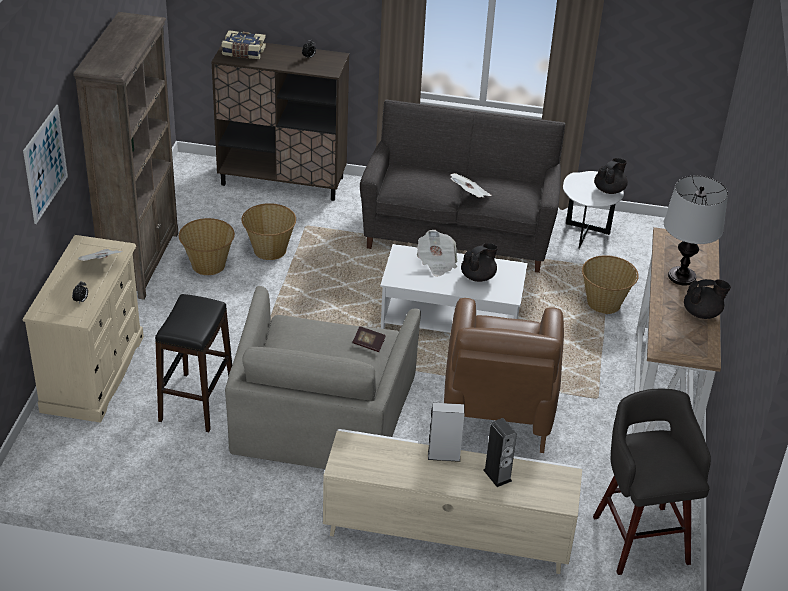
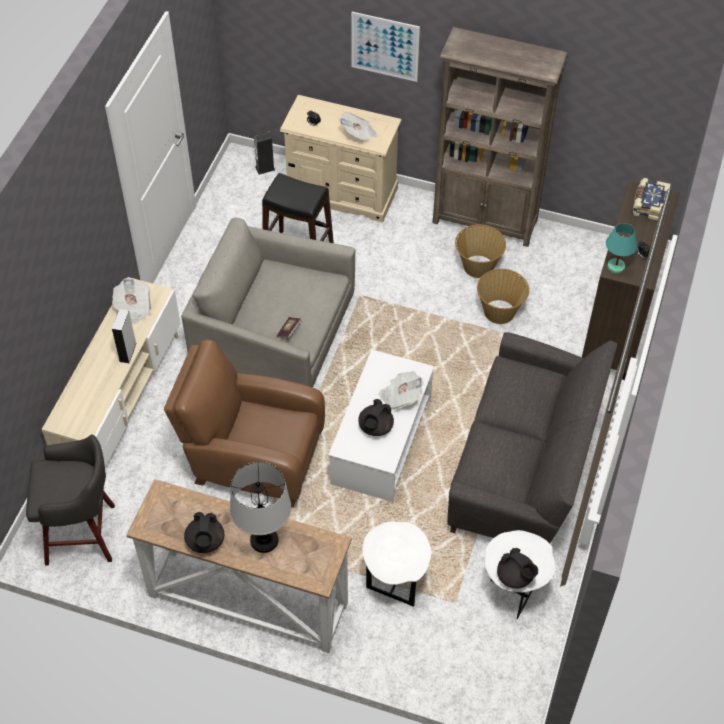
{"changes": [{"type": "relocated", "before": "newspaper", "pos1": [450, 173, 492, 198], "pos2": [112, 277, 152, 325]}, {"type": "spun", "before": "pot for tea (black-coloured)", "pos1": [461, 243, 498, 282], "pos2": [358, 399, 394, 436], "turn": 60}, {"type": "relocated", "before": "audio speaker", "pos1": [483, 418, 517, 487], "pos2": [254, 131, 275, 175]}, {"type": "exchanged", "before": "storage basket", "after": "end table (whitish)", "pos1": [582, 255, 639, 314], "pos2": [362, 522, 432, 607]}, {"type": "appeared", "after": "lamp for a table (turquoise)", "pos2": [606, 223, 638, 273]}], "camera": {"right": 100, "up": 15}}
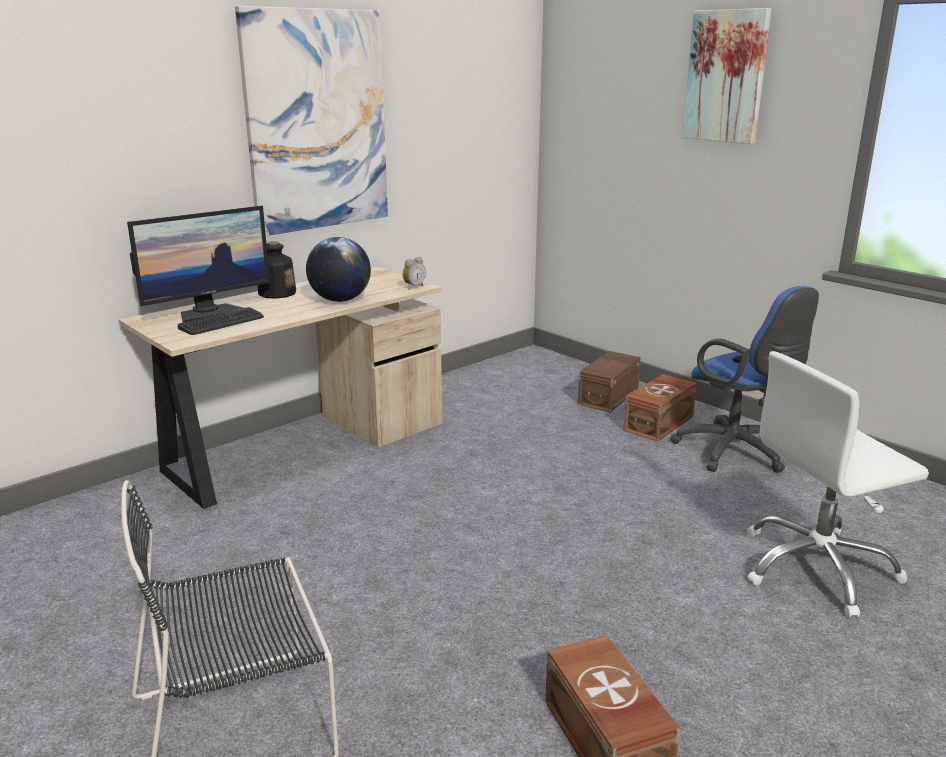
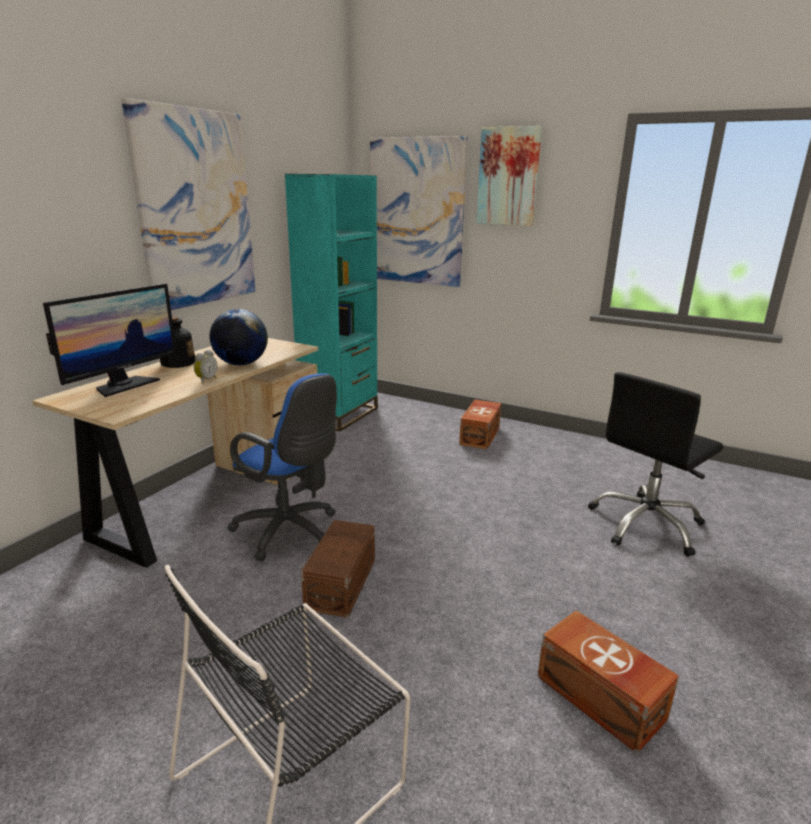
{"changes": [{"type": "missing", "before": "computer keyboard", "pos1": [177, 307, 264, 335]}, {"type": "relocated", "before": "bedside clock", "pos1": [403, 257, 426, 290], "pos2": [194, 350, 217, 384]}, {"type": "relocated", "before": "storage container (brownish)", "pos1": [578, 351, 641, 412], "pos2": [301, 520, 375, 618]}, {"type": "relocated", "before": "desk chair (blue-coloured)", "pos1": [671, 286, 819, 473], "pos2": [227, 373, 337, 561]}, {"type": "colour", "before": "desk chair (whitish)", "after": "desk chair (black-coloured)", "pos1": [747, 351, 929, 617], "pos2": [588, 372, 724, 557]}, {"type": "appeared", "after": "bookcase (turquoise)", "pos2": [285, 174, 378, 432]}, {"type": "appeared", "after": "wall art", "pos2": [370, 136, 468, 287]}], "camera": {"right": -20, "up": 0}}
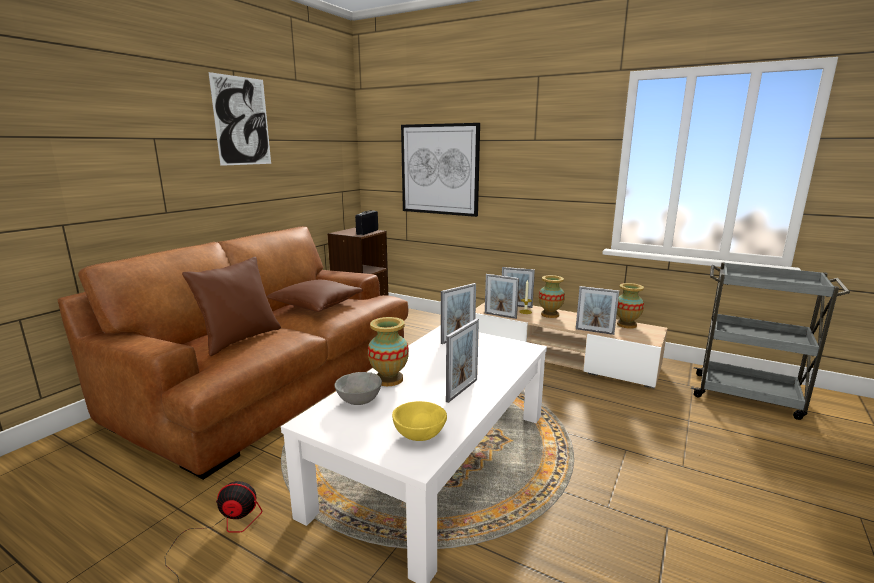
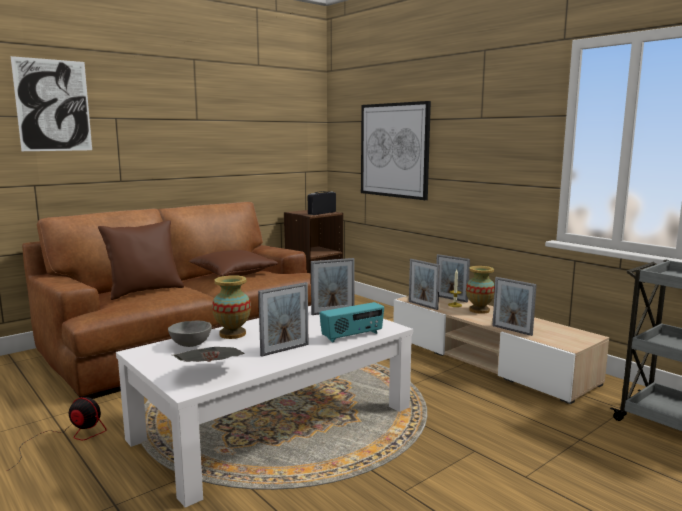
{"changes": [{"type": "relocated", "before": "wall art", "pos1": [208, 72, 271, 166], "pos2": [11, 56, 92, 151]}, {"type": "exchanged", "before": "bowl (yellow)", "after": "newspaper", "pos1": [392, 401, 447, 441], "pos2": [173, 347, 245, 362]}, {"type": "missing", "before": "vase", "pos1": [617, 283, 644, 329]}, {"type": "appeared", "after": "radio set", "pos2": [320, 302, 384, 343]}], "camera": {"right": 20, "up": -5}}
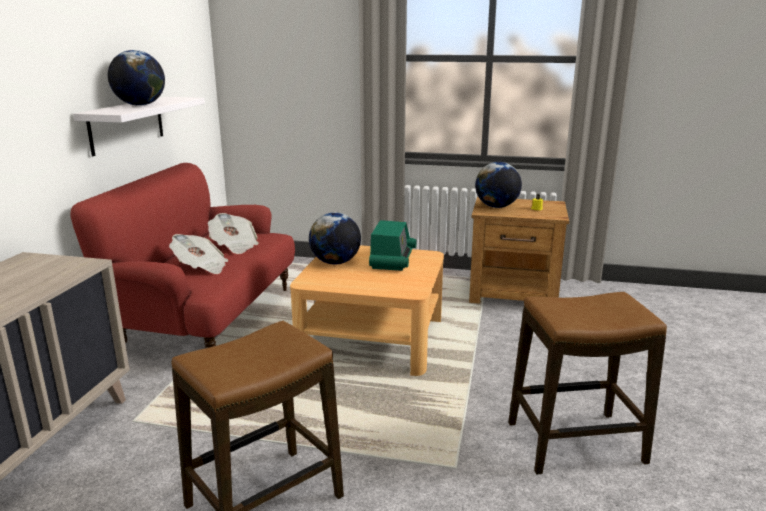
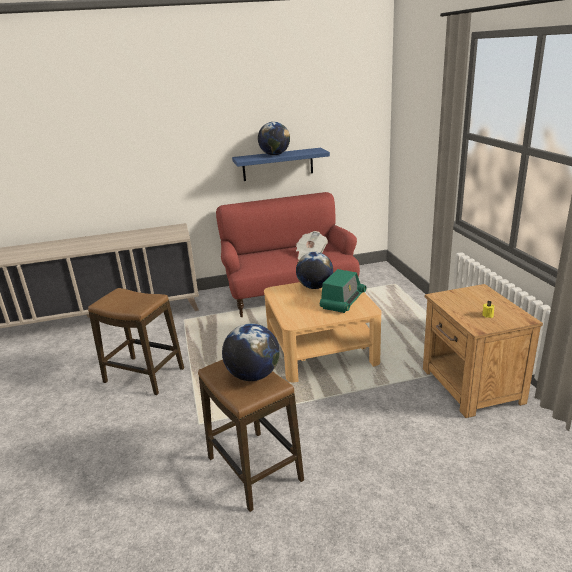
{"changes": [{"type": "colour", "before": "bracket shelf (whitish)", "after": "bracket shelf (blue-coloured)", "pos1": [73, 97, 205, 156], "pos2": [232, 148, 330, 181]}, {"type": "missing", "before": "newspaper", "pos1": [169, 234, 228, 274]}, {"type": "spun", "before": "radio set", "pos1": [369, 220, 417, 271], "pos2": [320, 269, 366, 313], "turn": -45}, {"type": "relocated", "before": "world globe", "pos1": [475, 162, 522, 208], "pos2": [222, 323, 280, 381]}], "camera": {"right": 65, "up": 5}}
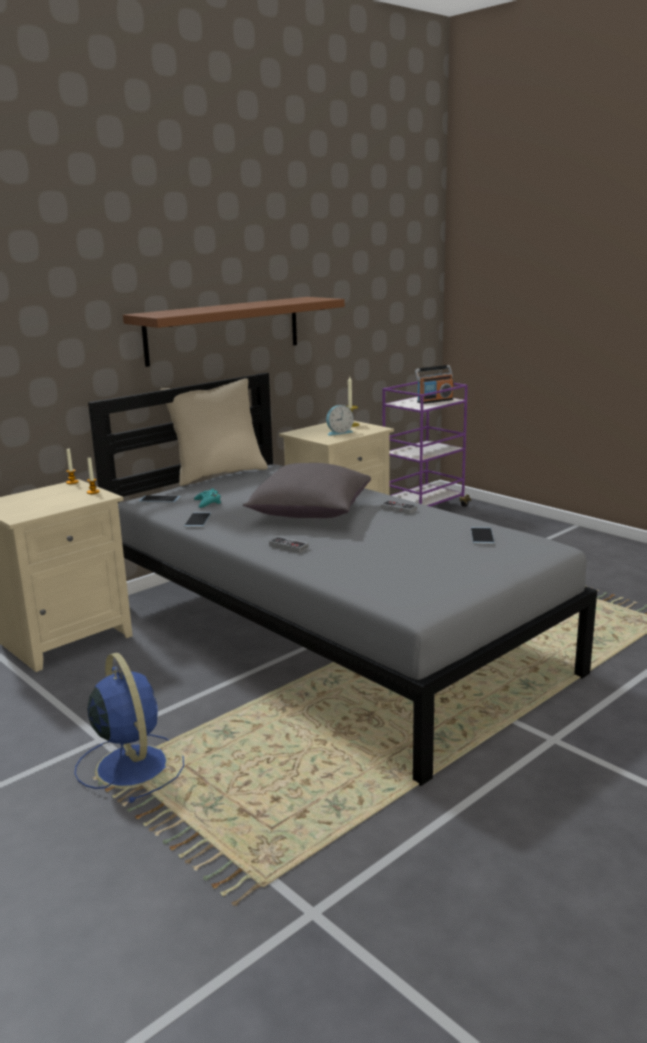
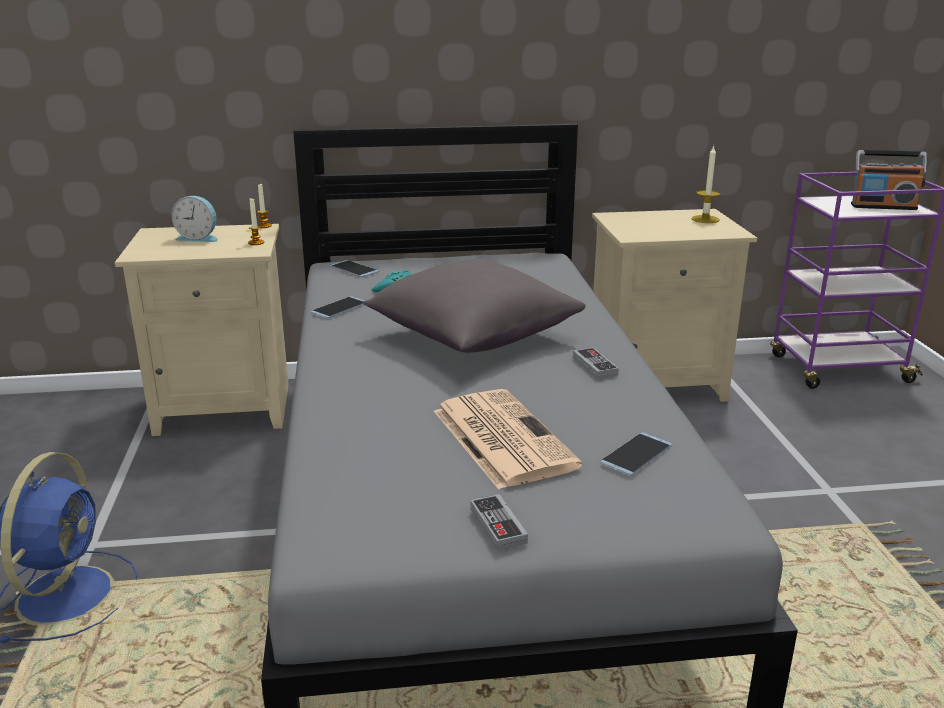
{"changes": [{"type": "missing", "before": "bracket shelf (brownish)", "pos1": [123, 297, 345, 367]}, {"type": "missing", "before": "throw pillow (beige)", "pos1": [160, 378, 268, 486]}, {"type": "relocated", "before": "game controller", "pos1": [269, 536, 309, 553], "pos2": [470, 494, 528, 550]}, {"type": "relocated", "before": "bedside clock", "pos1": [326, 405, 354, 436], "pos2": [172, 196, 218, 242]}, {"type": "appeared", "after": "newspaper", "pos2": [434, 389, 582, 489]}], "camera": {"right": 35, "up": 5}}
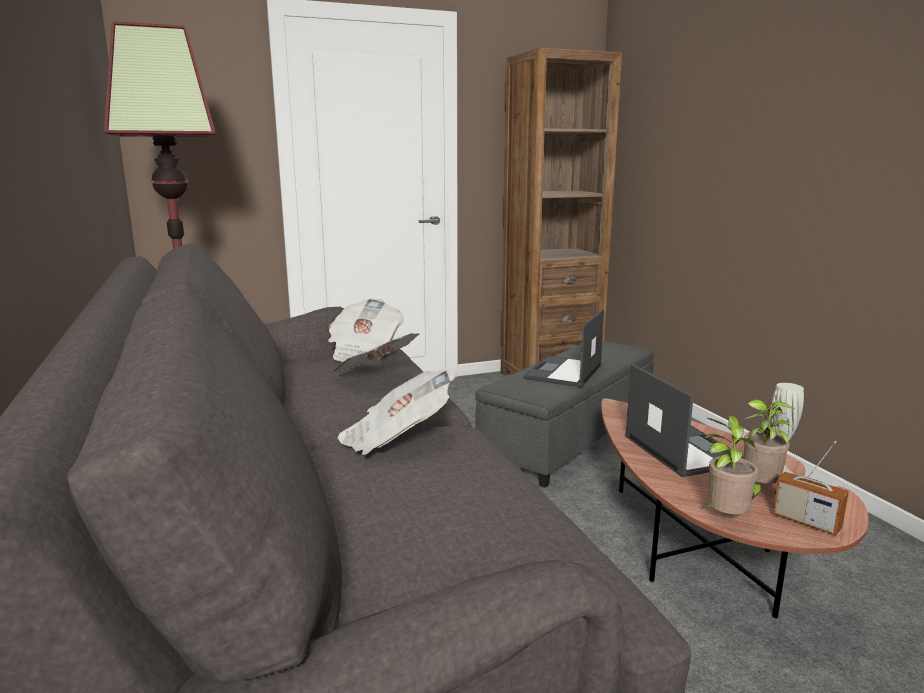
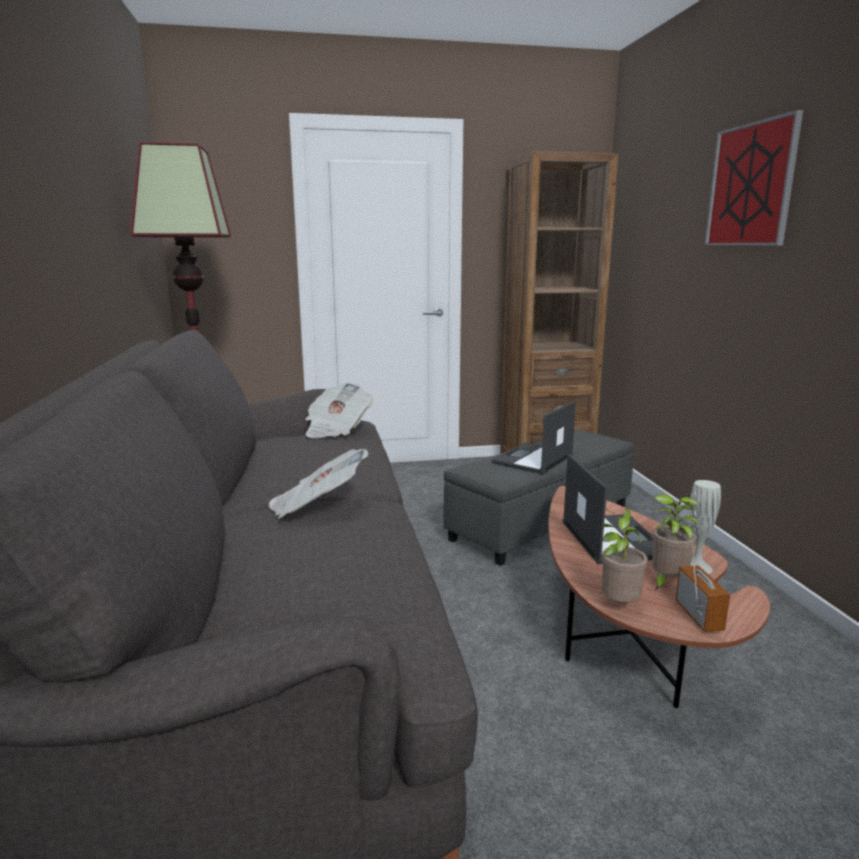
{"changes": [{"type": "missing", "before": "newspaper", "pos1": [330, 333, 420, 373]}, {"type": "spun", "before": "radio set", "pos1": [772, 441, 849, 536], "pos2": [675, 535, 730, 632], "turn": -150}, {"type": "appeared", "after": "wall art", "pos2": [704, 110, 803, 246]}], "camera": {"right": 10, "up": 0}}
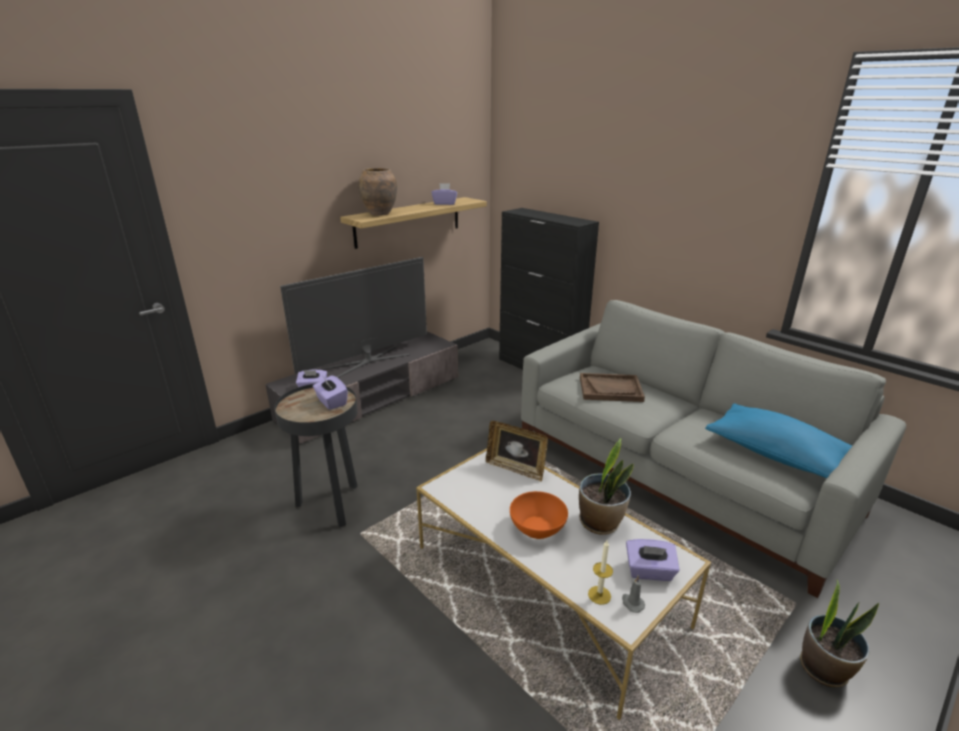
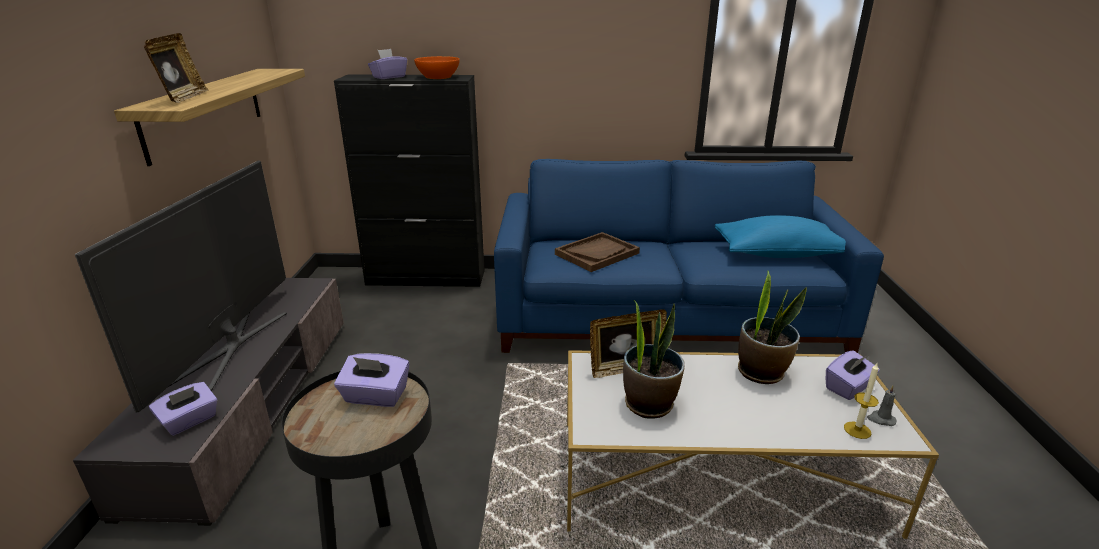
{"changes": [{"type": "exchanged", "before": "vase (brownish)", "after": "standing frame", "pos1": [359, 168, 397, 216], "pos2": [144, 33, 208, 103]}, {"type": "relocated", "before": "tissue box (purple-coloured)", "pos1": [431, 183, 457, 205], "pos2": [368, 49, 407, 79]}, {"type": "relocated", "before": "bowl (orange-coloured)", "pos1": [510, 491, 568, 539], "pos2": [414, 56, 460, 79]}, {"type": "colour", "before": "sofa (gray)", "after": "sofa (blue-coloured)", "pos1": [521, 300, 906, 598], "pos2": [494, 159, 884, 353]}, {"type": "relocated", "before": "potted plant", "pos1": [800, 580, 879, 687], "pos2": [623, 300, 685, 419]}], "camera": {"right": -45, "up": 0}}
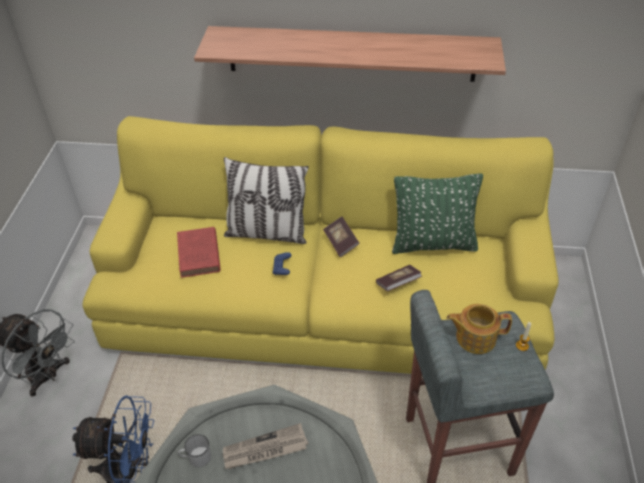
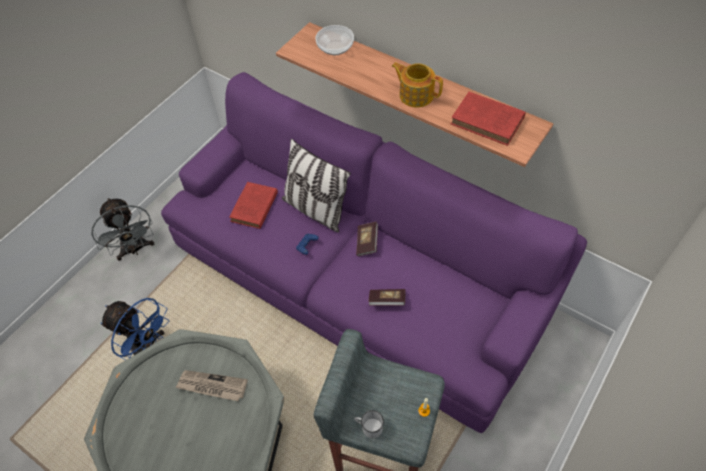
{"changes": [{"type": "colour", "before": "sofa (yellow)", "after": "sofa (purple-coloured)", "pos1": [83, 116, 558, 374], "pos2": [161, 72, 587, 433]}, {"type": "relocated", "before": "tea mug (whitish)", "pos1": [178, 434, 211, 467], "pos2": [355, 410, 384, 439]}, {"type": "missing", "before": "throw pillow (green)", "pos1": [392, 173, 483, 254]}, {"type": "relocated", "before": "pot for tea", "pos1": [447, 304, 512, 354], "pos2": [392, 63, 443, 107]}, {"type": "appeared", "after": "bowl", "pos2": [315, 25, 354, 55]}, {"type": "appeared", "after": "volume (reddish)", "pos2": [451, 92, 526, 146]}], "camera": {"right": 30, "up": 10}}
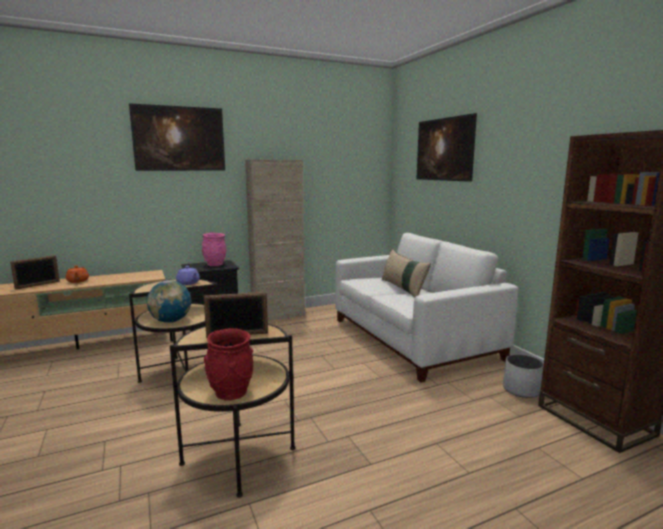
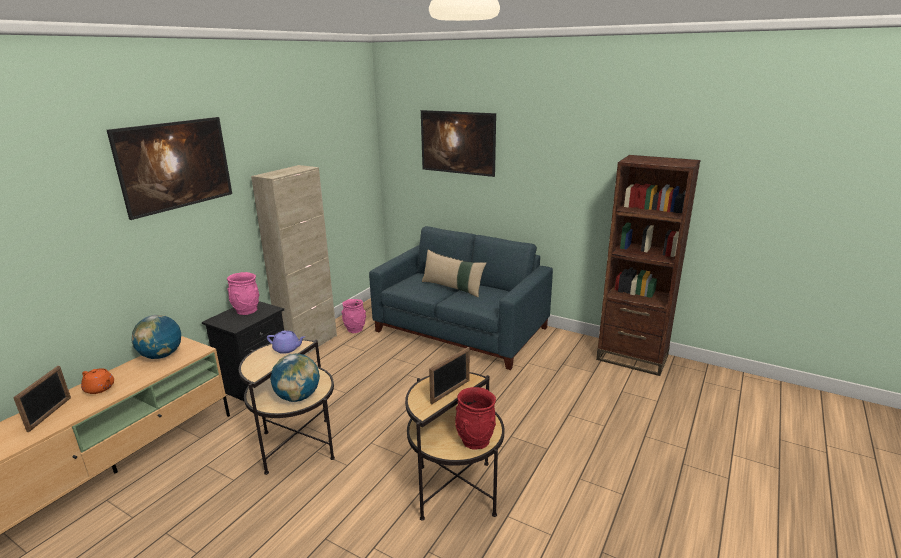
{"changes": [{"type": "colour", "before": "sofa (whitish)", "after": "sofa (blue-coloured)", "pos1": [336, 233, 518, 382], "pos2": [369, 226, 553, 370]}, {"type": "missing", "before": "plant pot (whitish)", "pos1": [503, 354, 544, 398]}, {"type": "appeared", "after": "world globe", "pos2": [132, 315, 181, 359]}, {"type": "appeared", "after": "vase (pink-coloured)", "pos2": [342, 299, 366, 333]}], "camera": {"right": -35, "up": 10}}
